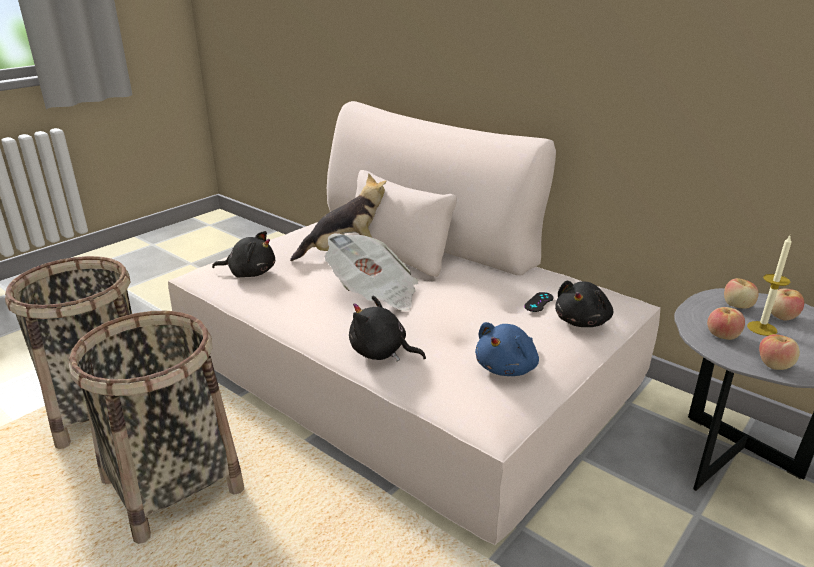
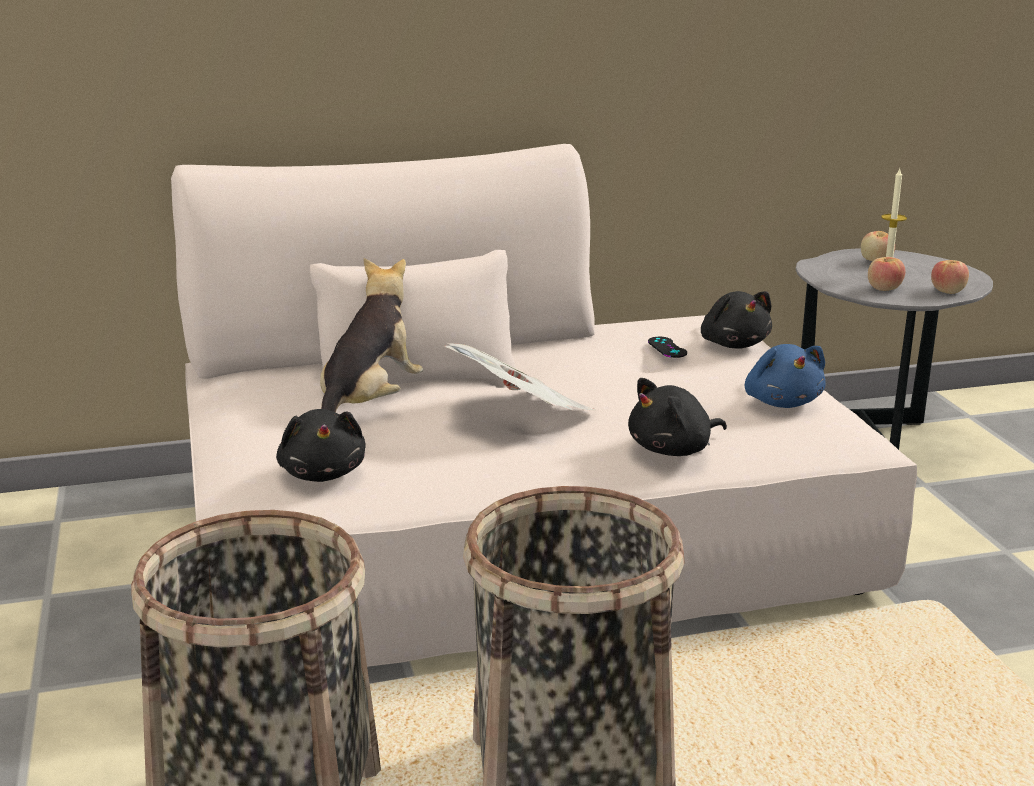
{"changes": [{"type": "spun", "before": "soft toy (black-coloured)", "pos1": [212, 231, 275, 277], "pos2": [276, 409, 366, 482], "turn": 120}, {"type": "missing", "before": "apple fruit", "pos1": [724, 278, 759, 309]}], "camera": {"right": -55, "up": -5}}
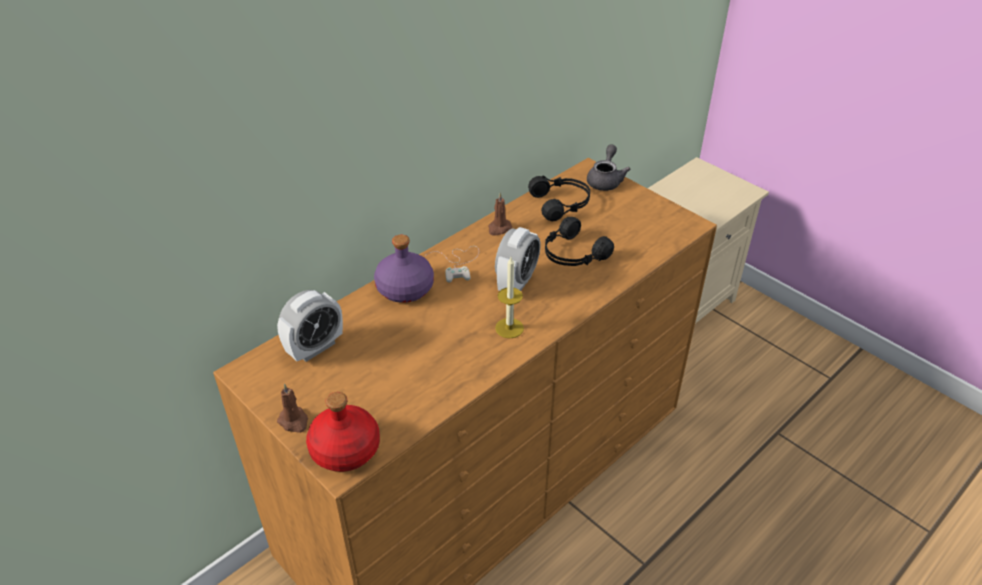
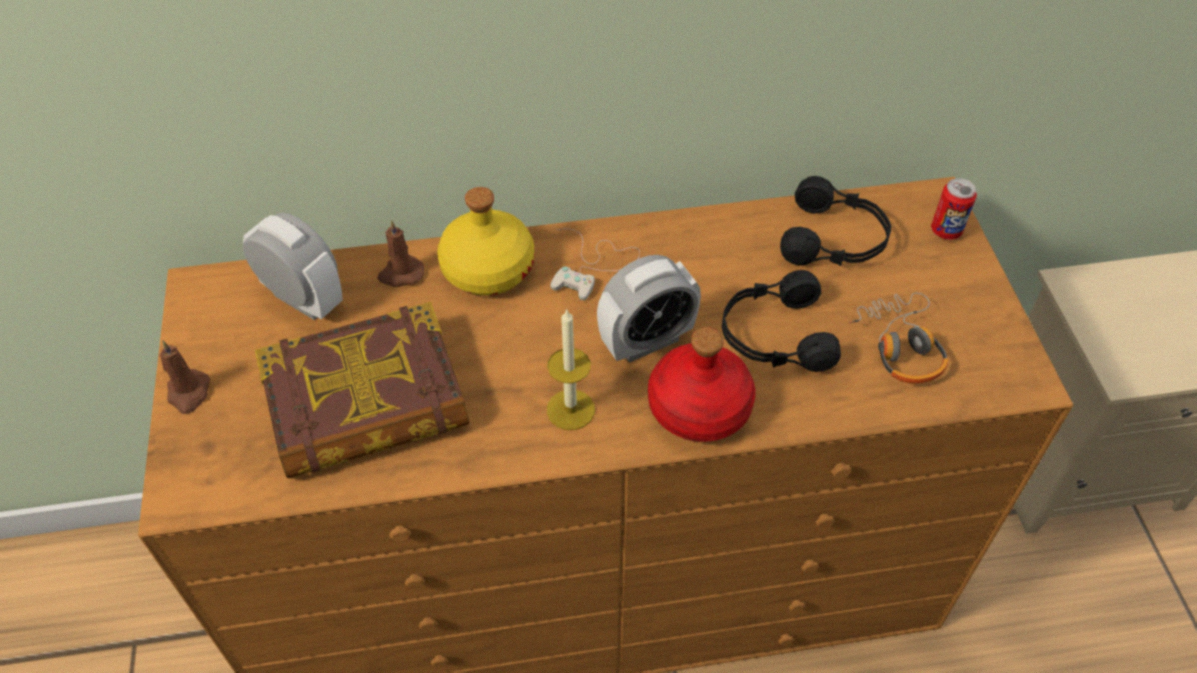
{"changes": [{"type": "spun", "before": "bedside clock", "pos1": [277, 290, 343, 362], "pos2": [243, 213, 343, 320], "turn": -135}, {"type": "relocated", "before": "drink bottle (reddish)", "pos1": [306, 392, 380, 472], "pos2": [648, 327, 755, 442]}, {"type": "colour", "before": "drink bottle (purple-coloured)", "after": "drink bottle (yellow)", "pos1": [374, 234, 434, 303], "pos2": [437, 187, 534, 296]}, {"type": "relocated", "before": "wax light (brownish)", "pos1": [488, 193, 512, 235], "pos2": [377, 220, 424, 287]}, {"type": "exchanged", "before": "pot for tea (gray)", "after": "can", "pos1": [587, 144, 631, 191], "pos2": [931, 178, 977, 240]}, {"type": "appeared", "after": "volume", "pos2": [255, 302, 469, 478]}, {"type": "appeared", "after": "pair of headphones", "pos2": [848, 293, 948, 384]}], "camera": {"right": 35, "up": 10}}
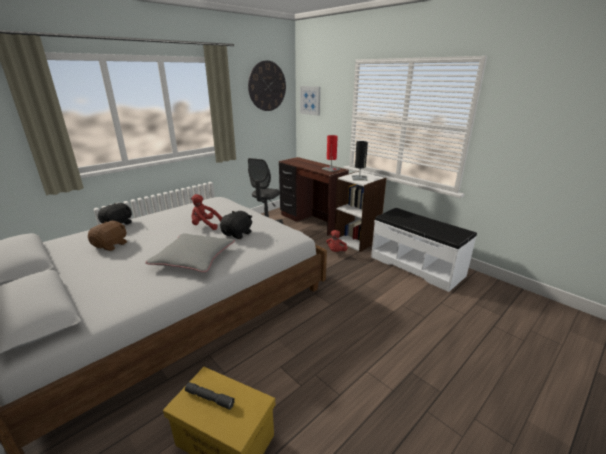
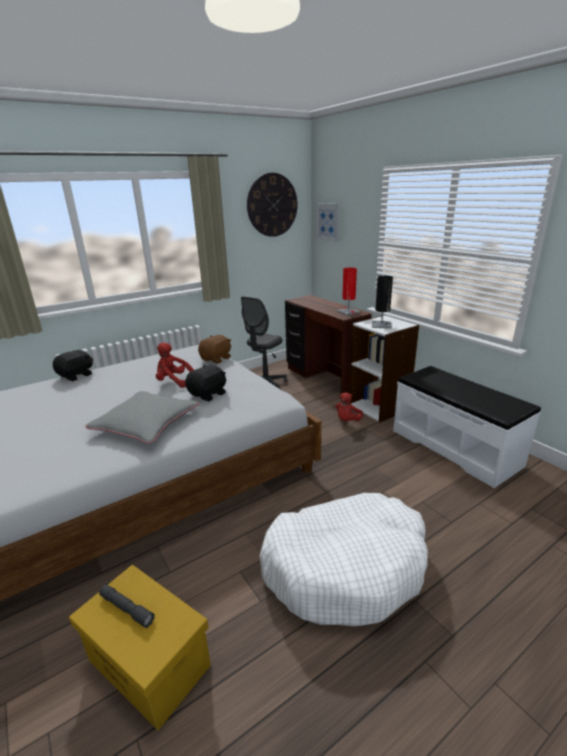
{"changes": [{"type": "relocated", "before": "soft toy (brownish)", "pos1": [88, 221, 127, 251], "pos2": [198, 335, 231, 364]}, {"type": "appeared", "after": "dog bed (whitish)", "pos2": [259, 493, 428, 627]}], "camera": {"right": 10, "up": 0}}
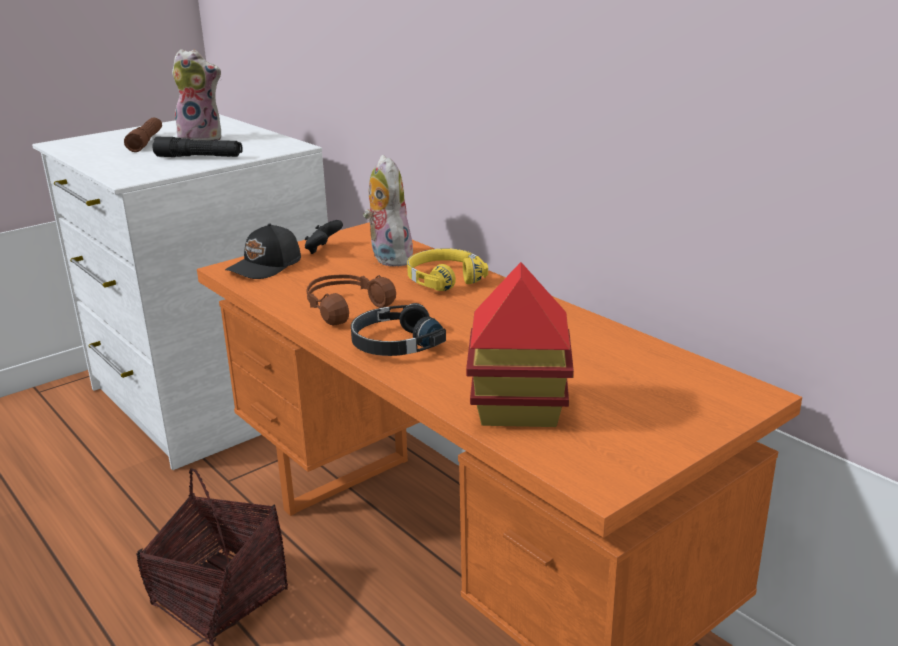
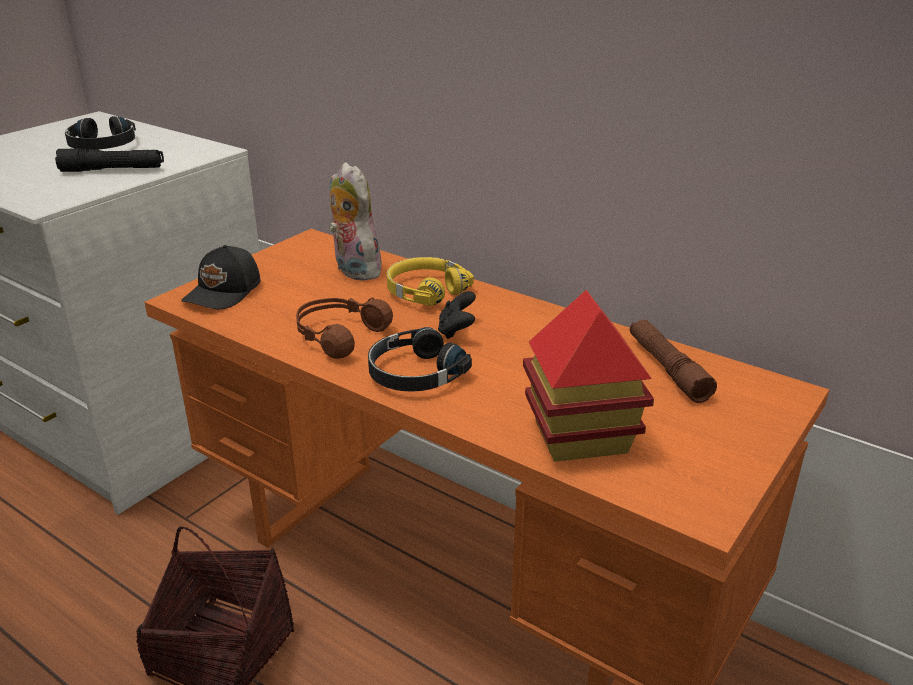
{"changes": [{"type": "relocated", "before": "torch (brownish)", "pos1": [124, 118, 162, 152], "pos2": [630, 320, 717, 403]}, {"type": "exchanged", "before": "soft toy", "after": "pair of headphones (black-coloured)", "pos1": [172, 49, 221, 141], "pos2": [65, 116, 136, 150]}, {"type": "relocated", "before": "game controller (black-coloured)", "pos1": [305, 220, 343, 254], "pos2": [438, 291, 476, 339]}], "camera": {"right": -15, "up": 5}}
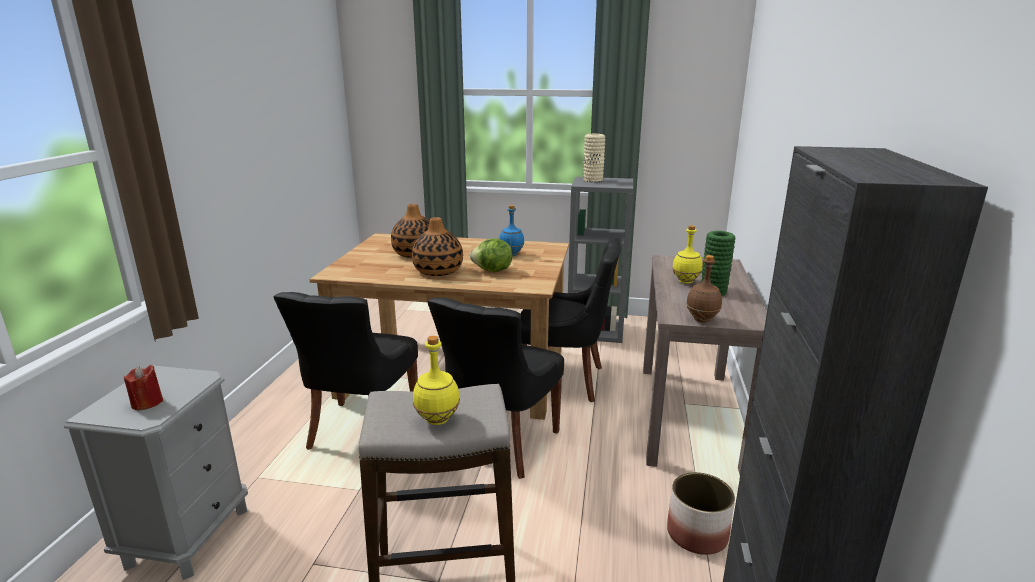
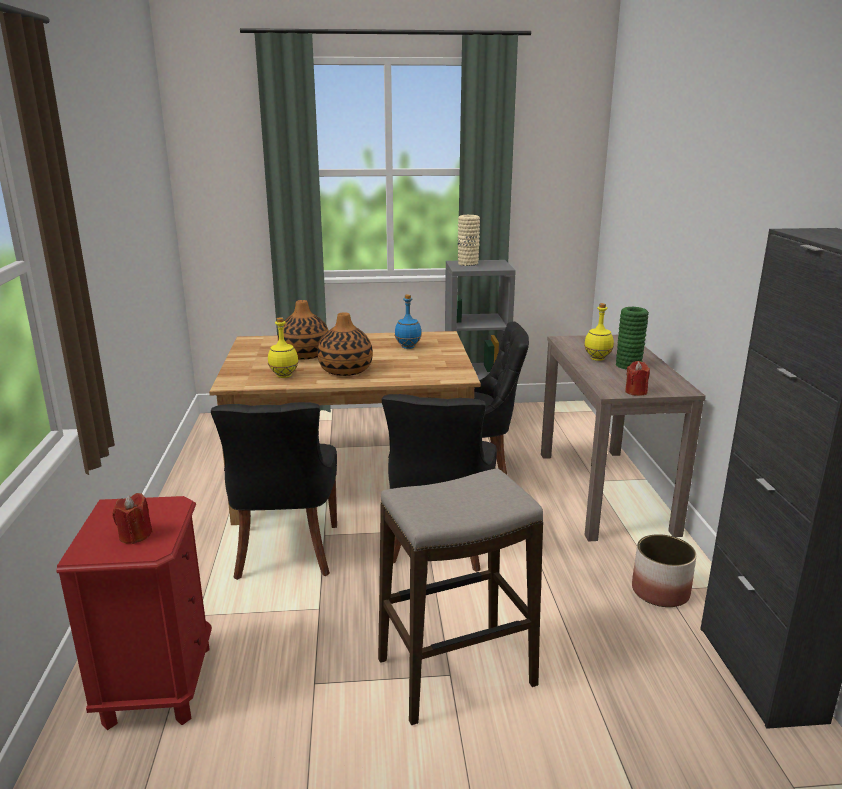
{"changes": [{"type": "colour", "before": "bedside table (gray)", "after": "bedside table (reddish)", "pos1": [64, 366, 248, 580], "pos2": [56, 496, 212, 730]}, {"type": "relocated", "before": "drink bottle (yellow)", "pos1": [413, 336, 460, 425], "pos2": [268, 317, 299, 378]}, {"type": "missing", "before": "head of lettuce", "pos1": [470, 238, 513, 272]}, {"type": "exchanged", "before": "drink bottle (brownish)", "after": "wax light (reddish)", "pos1": [686, 255, 722, 323], "pos2": [625, 361, 650, 396]}], "camera": {"right": -15, "up": 0}}
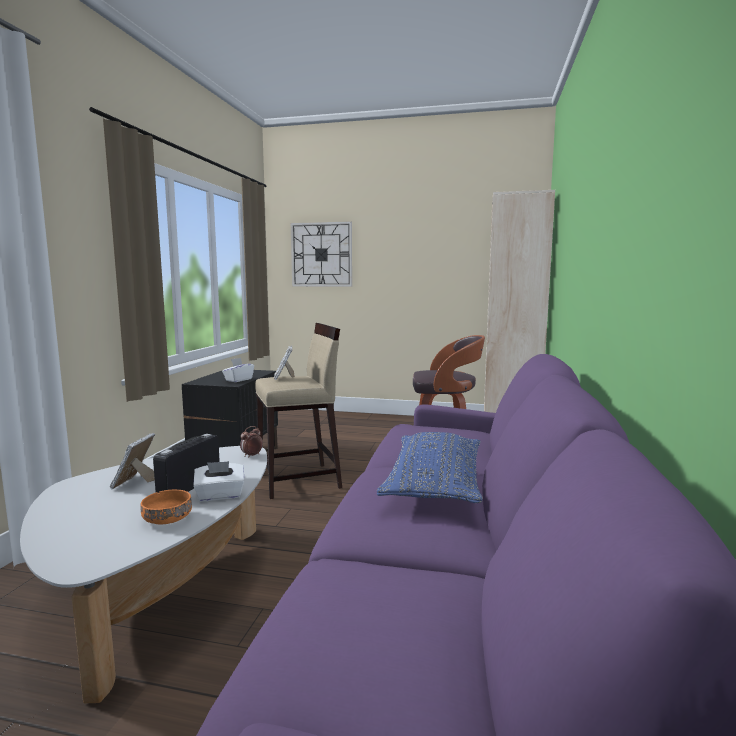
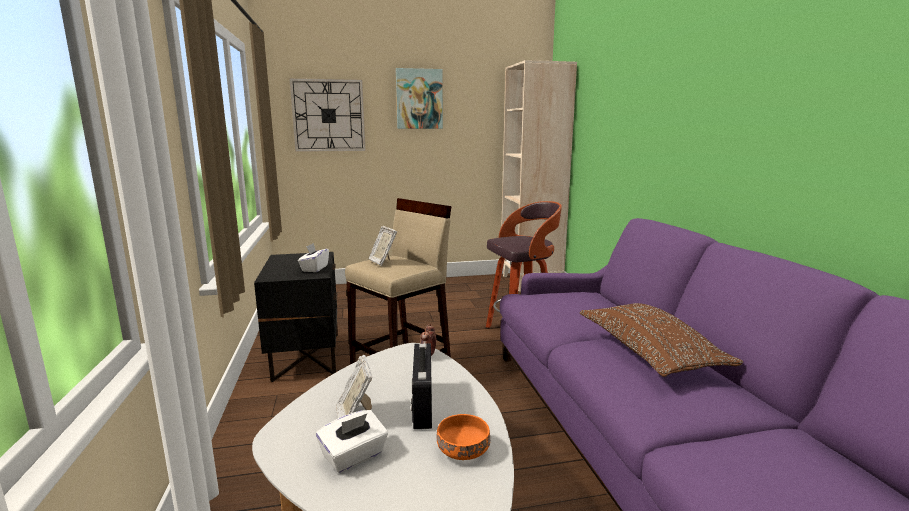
{"changes": [{"type": "relocated", "before": "tissue box (whitish)", "pos1": [193, 461, 244, 501], "pos2": [316, 410, 388, 473]}, {"type": "colour", "before": "throw pillow (blue-coloured)", "after": "throw pillow (brownish)", "pos1": [377, 432, 483, 503], "pos2": [580, 303, 743, 377]}, {"type": "appeared", "after": "wall art", "pos2": [396, 68, 443, 129]}], "camera": {"right": -25, "up": 5}}
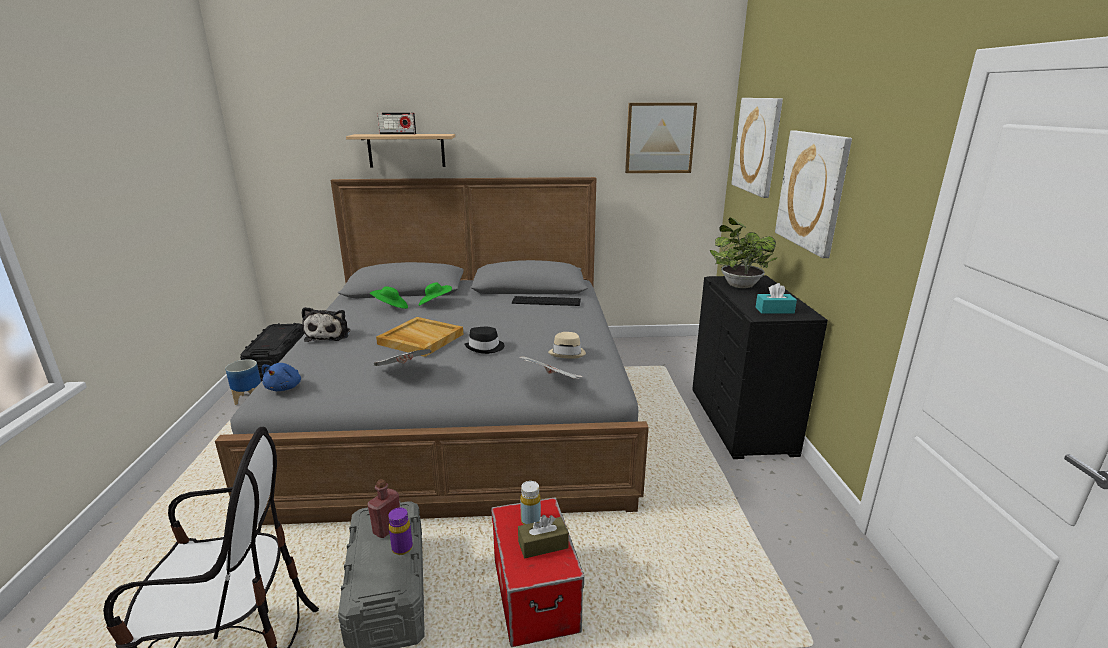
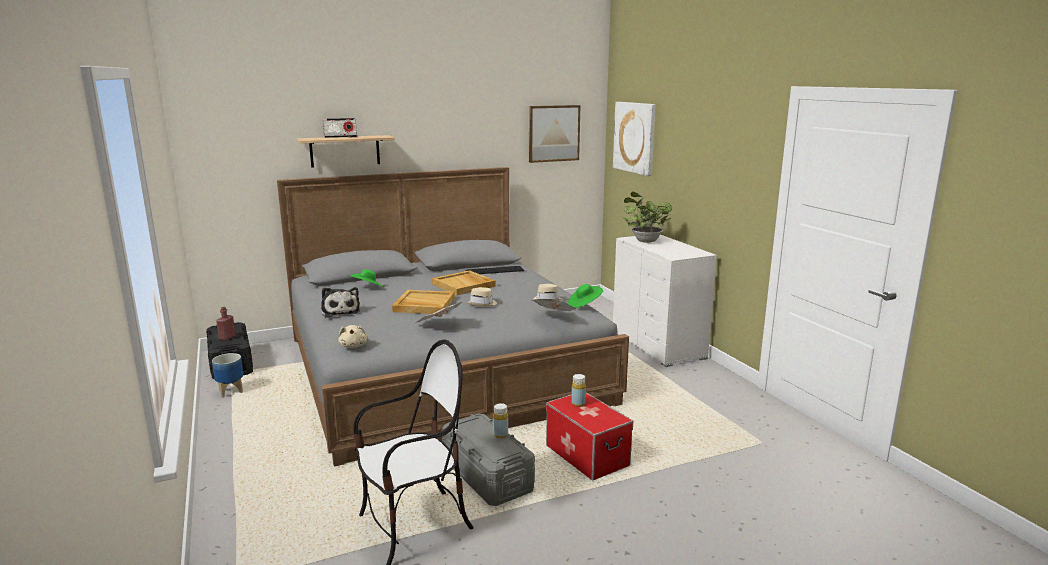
{"changes": [{"type": "colour", "before": "soft toy (blue-coloured)", "after": "soft toy (beige)", "pos1": [262, 363, 301, 391], "pos2": [338, 325, 368, 348]}, {"type": "relocated", "before": "drink bottle (reddish)", "pos1": [367, 479, 400, 538], "pos2": [216, 307, 235, 340]}, {"type": "colour", "before": "drink bottle (purple-coloured)", "after": "drink bottle (yellow)", "pos1": [388, 508, 413, 555], "pos2": [493, 403, 508, 438]}, {"type": "relocated", "before": "clothing hat (green)", "pos1": [418, 282, 452, 306], "pos2": [568, 284, 603, 308]}, {"type": "colour", "before": "clothing hat (black-coloured)", "after": "clothing hat (beige)", "pos1": [464, 327, 505, 354], "pos2": [467, 287, 497, 307]}, {"type": "missing", "before": "tissue box (brownish)", "pos1": [518, 515, 569, 558]}, {"type": "colour", "before": "dresser (black-coloured)", "after": "dresser (whitish)", "pos1": [692, 275, 828, 459], "pos2": [613, 235, 717, 367]}, {"type": "missing", "before": "tissue box (turquoise)", "pos1": [756, 283, 797, 314]}, {"type": "missing", "before": "wall art", "pos1": [775, 131, 852, 258]}, {"type": "appeared", "after": "carrying tray (beige)", "pos2": [432, 270, 496, 295]}], "camera": {"right": -20, "up": -5}}
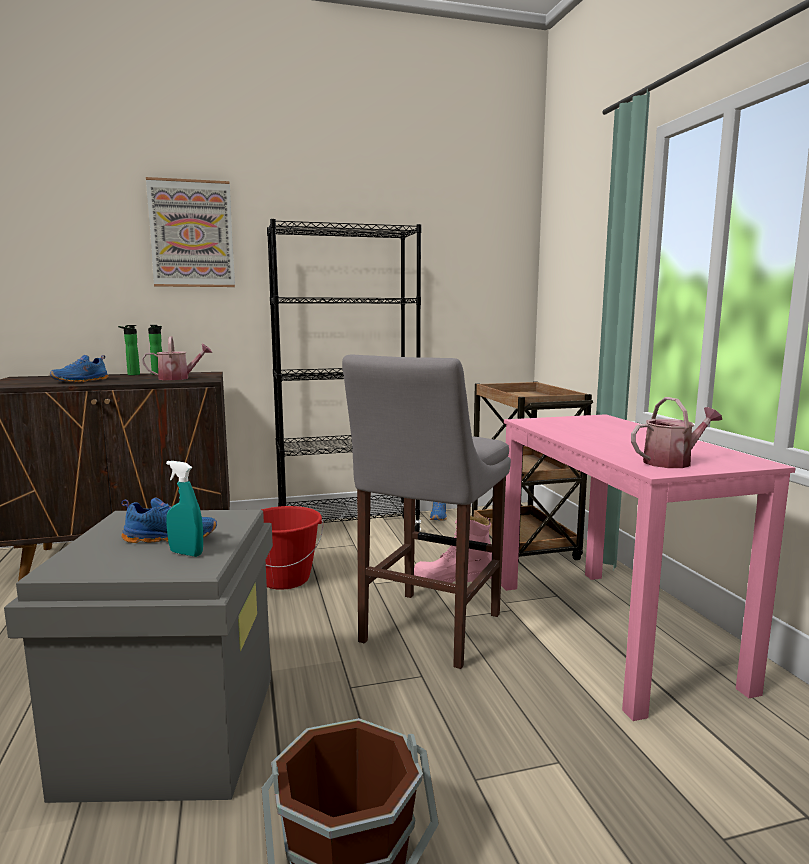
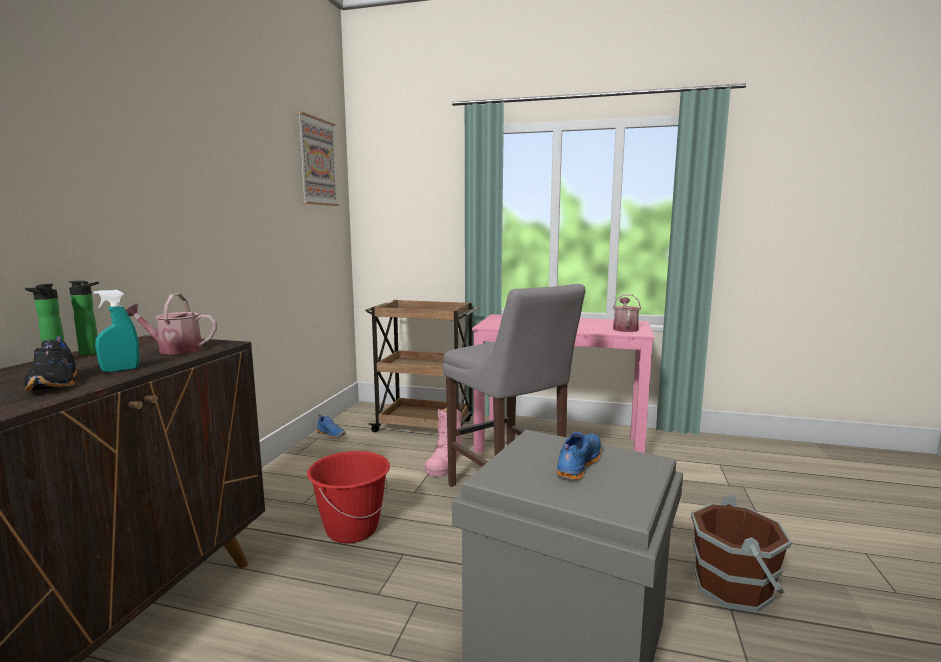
{"changes": [{"type": "colour", "before": "shoe (blue-coloured)", "after": "shoe (black-coloured)", "pos1": [50, 355, 108, 383], "pos2": [24, 336, 77, 391]}, {"type": "spun", "before": "sprinkling can", "pos1": [142, 336, 213, 380], "pos2": [126, 293, 217, 355], "turn": -105}, {"type": "relocated", "before": "wall art", "pos1": [146, 177, 235, 287], "pos2": [297, 112, 339, 206]}, {"type": "relocated", "before": "sprayer (turquoise)", "pos1": [166, 461, 203, 557], "pos2": [94, 290, 140, 372]}, {"type": "missing", "before": "bookcase (black-coloured)", "pos1": [267, 219, 421, 532]}], "camera": {"right": -60, "up": 0}}
